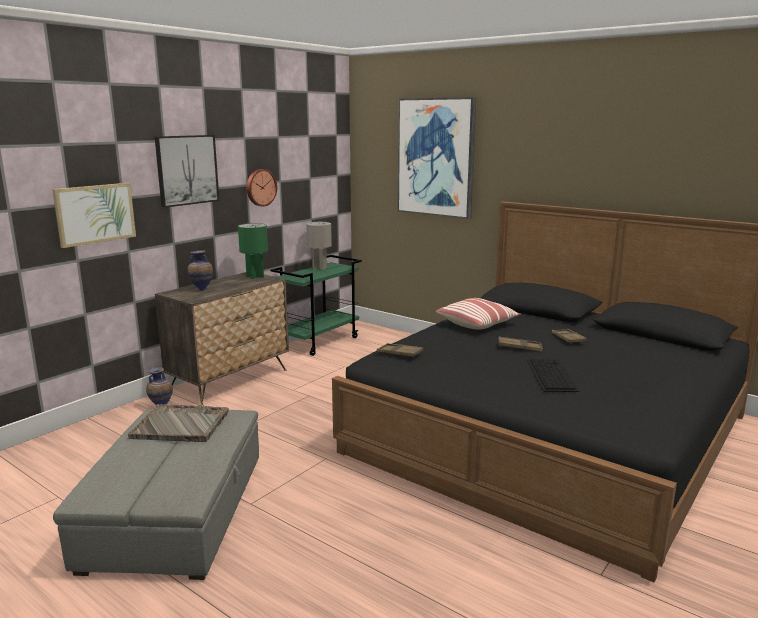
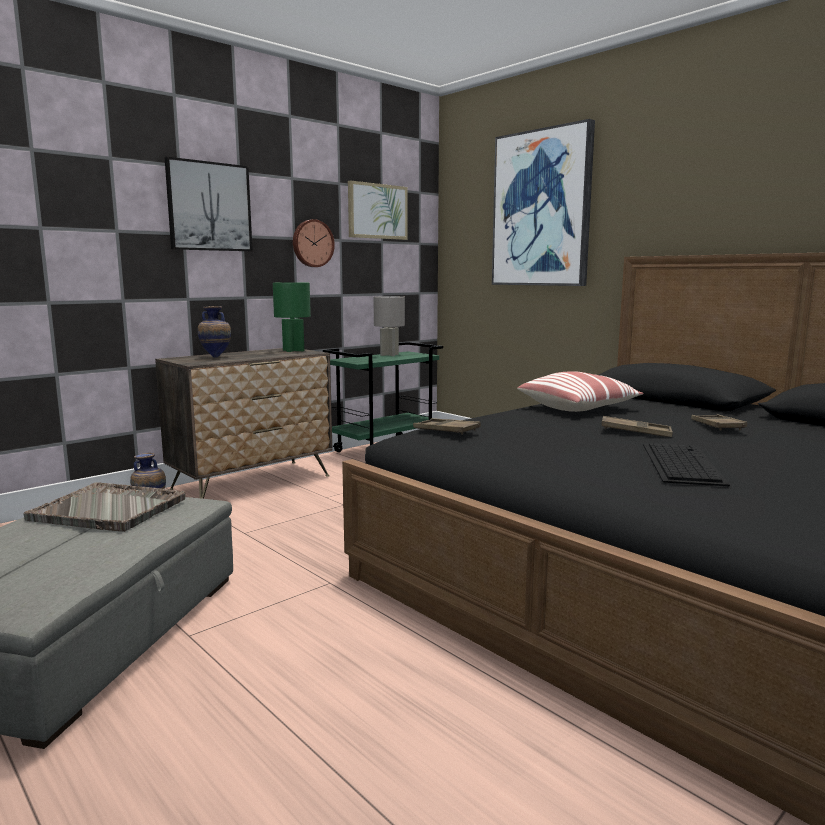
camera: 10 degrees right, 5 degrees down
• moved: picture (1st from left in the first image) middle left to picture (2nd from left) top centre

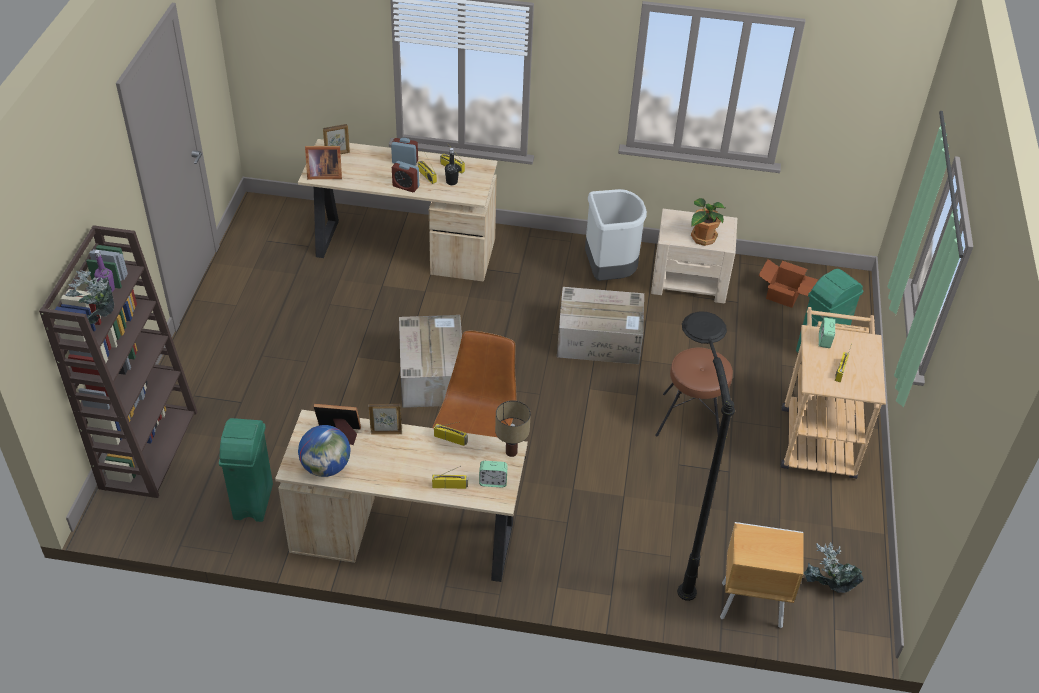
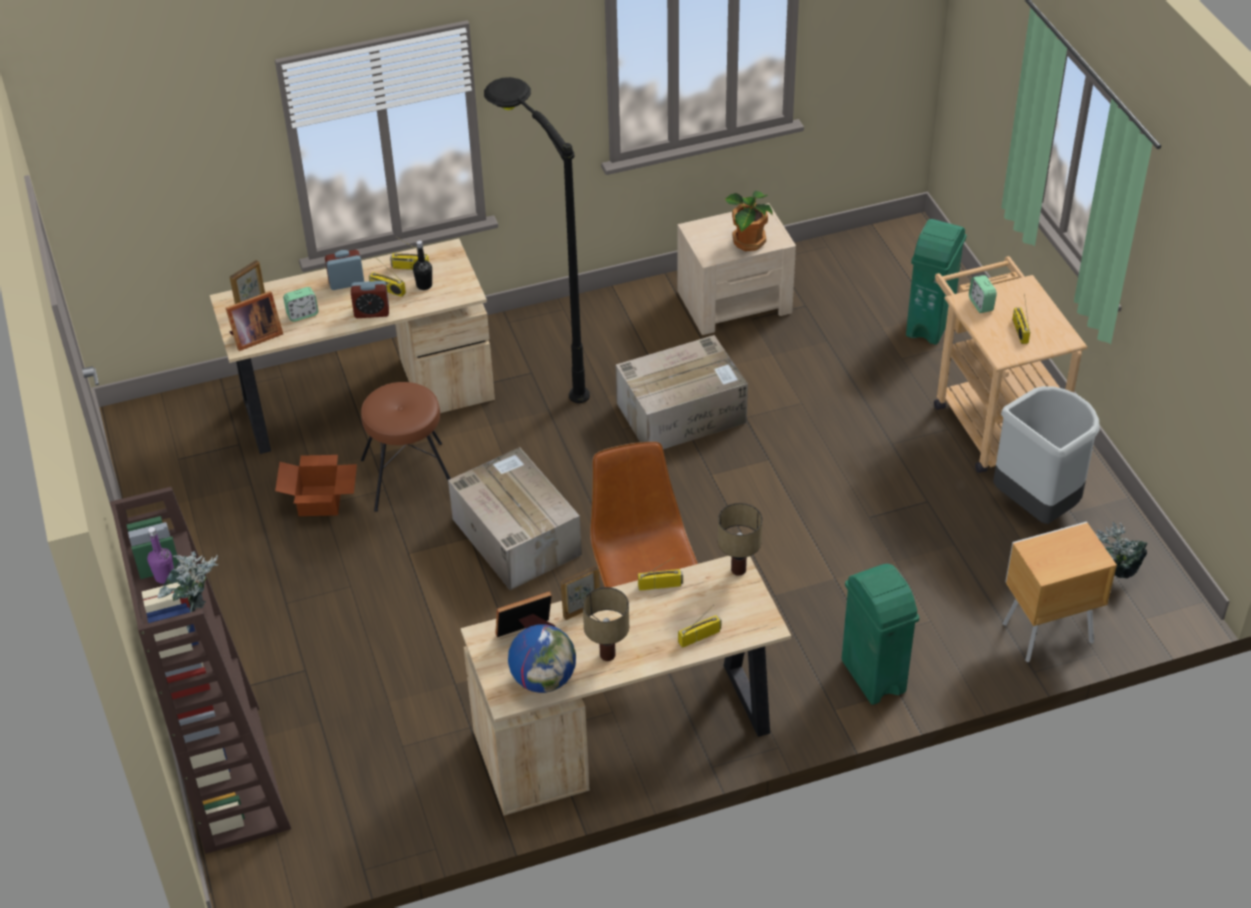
camera: 25 degrees left, 0 degrees up
• moved: cardboard_box (3rd from left in the first image) middle right to cardboard_box (1st from left) middle left
• moved: table_clock (3rd from left in the first image) bottom centre to table_clock (1st from left) middle left
• moved: brown-coloured_sitting_stool middle right to middle left
• moved: blackish_standing_lamp middle right to top centre
• added: lamp_for_a_table (1st from left) bottom centre
• moved: green-coloured_rubbish_bin (1st from left) bottom left to bottom right
• moved: greyish_rubbish_bin centre to middle right

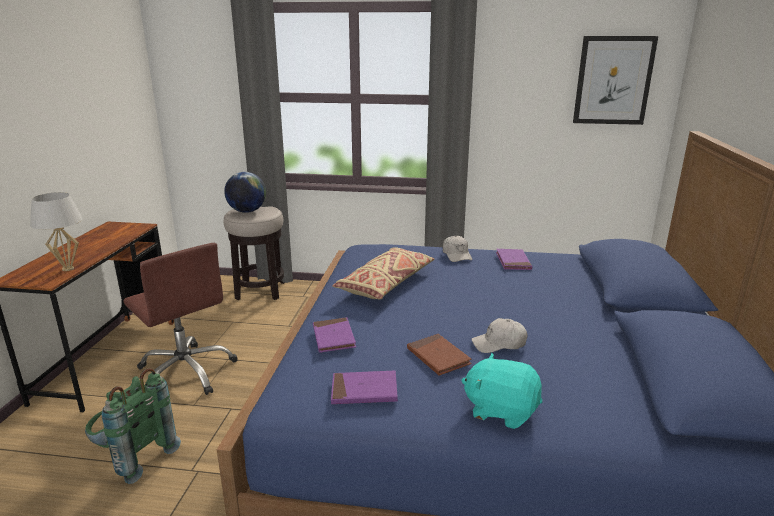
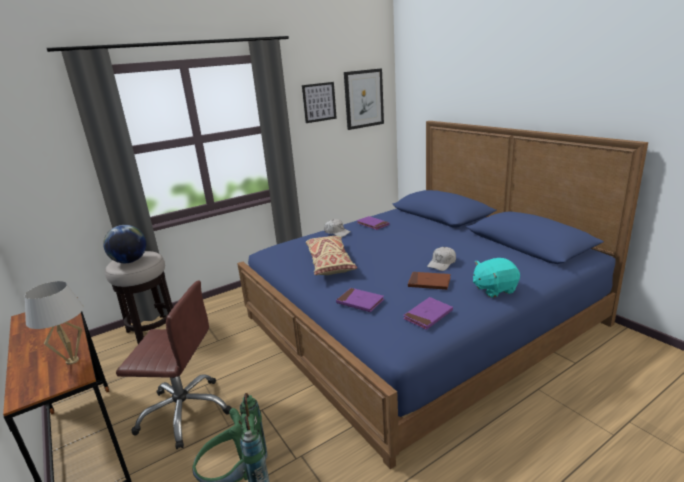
camera: 40 degrees left, 0 degrees up
• added: picture (1st from left) top centre

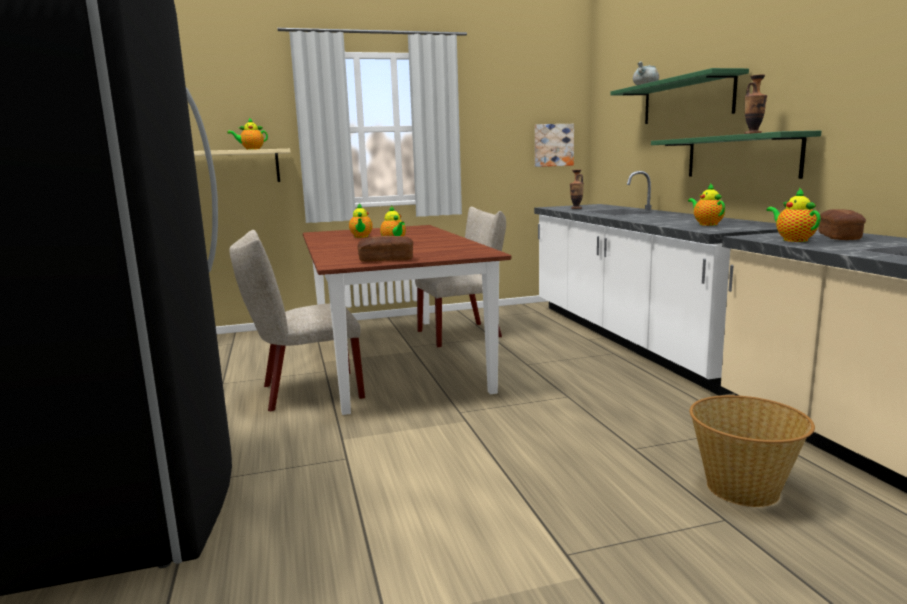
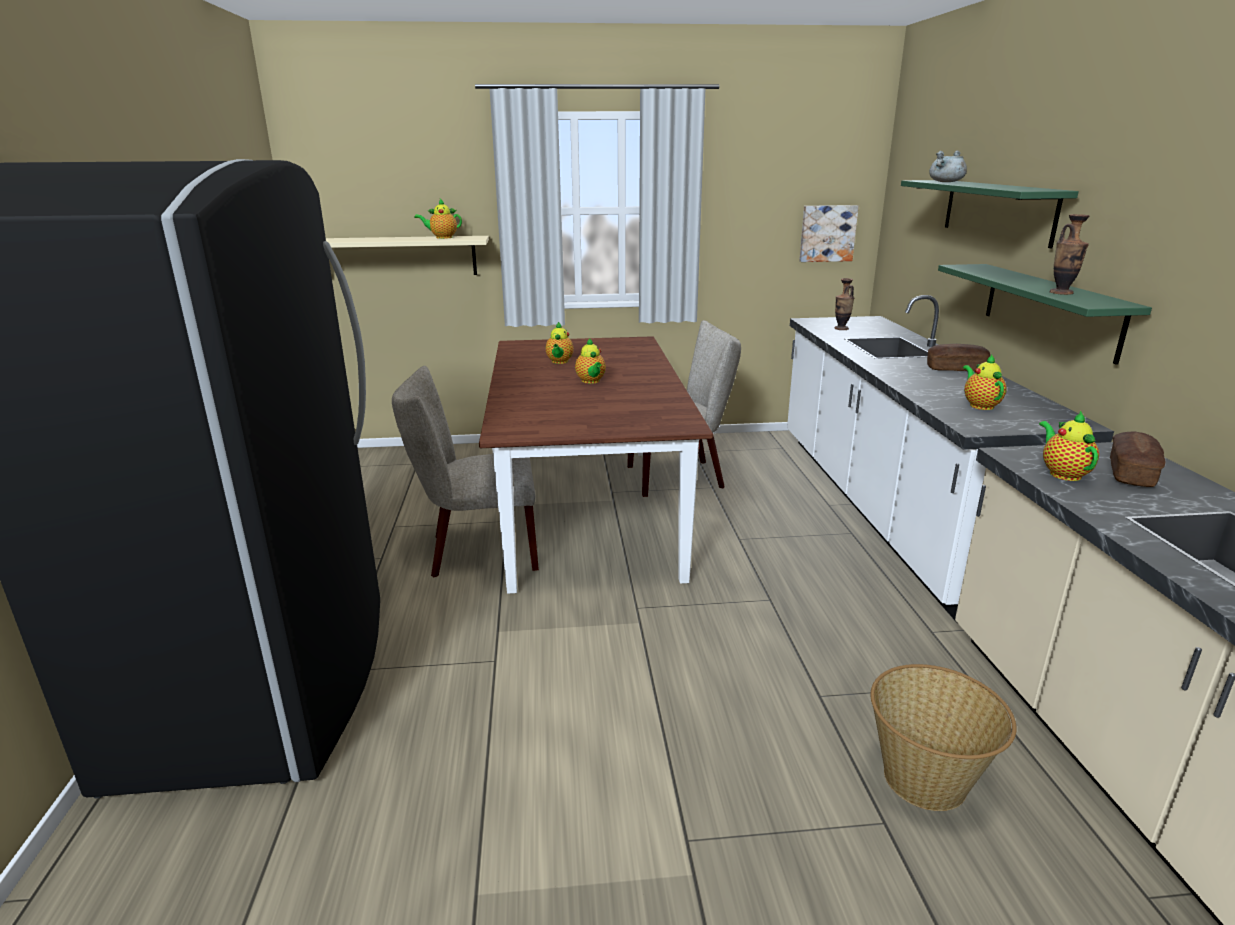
camera: 10 degrees right, 10 degrees up
• moved: baked_bread (1st from left) centre to middle right

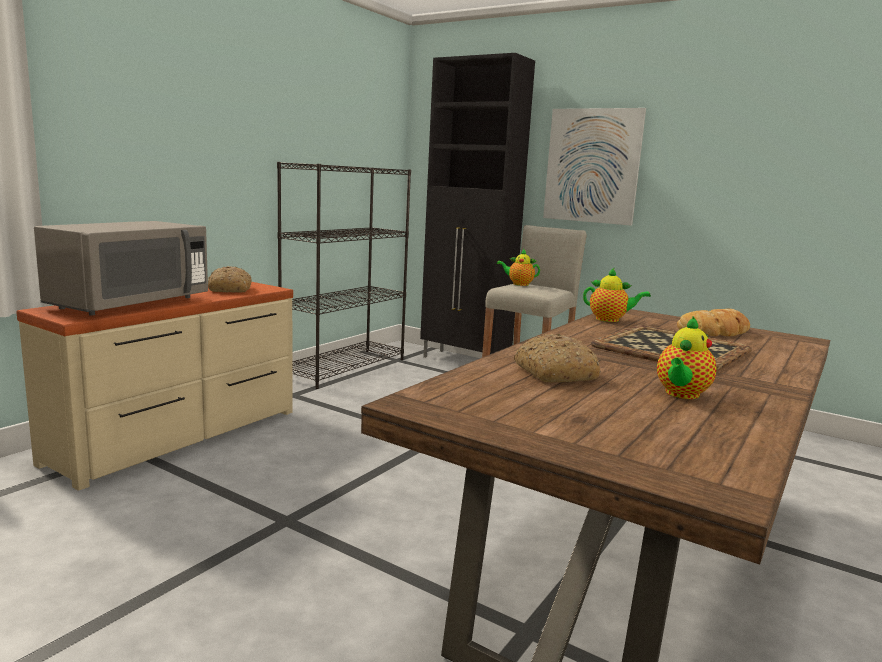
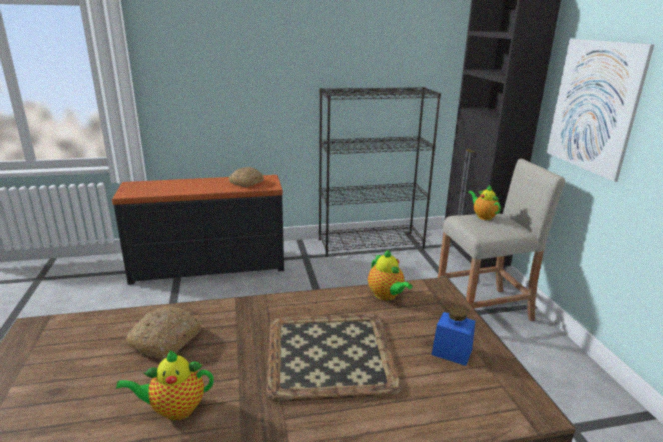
camera: 45 degrees right, 10 degrees up
• recoloured: beige_dresser middle left to blackish_dresser middle left
• replaced: baked_bread (3rd from left) middle right to blue_storage_jar bottom right
• removed: greyish_microwave_oven middle left

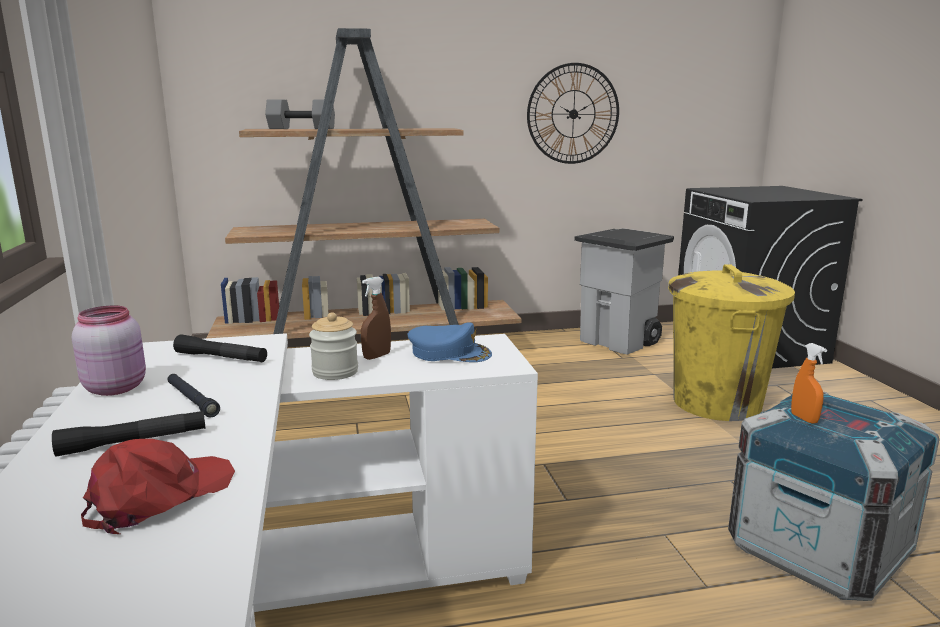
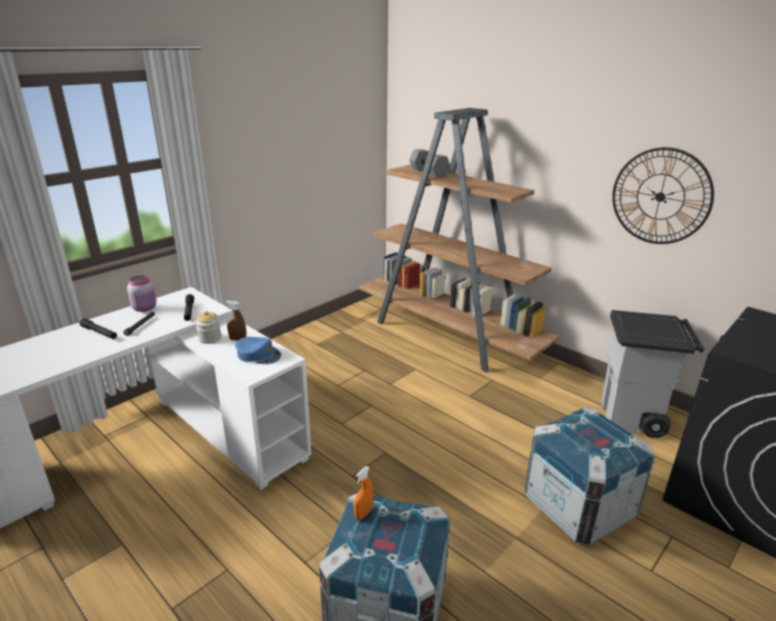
camera: 55 degrees right, 10 degrees up
• turned: blue_peaked_cap centre = middle left 45 degrees counterclockwise
• replaced: yellow-coloured_rubbish_bin middle right to shipping_crate (2nd from left) bottom right
• removed: red-coloured_peaked_cap bottom left

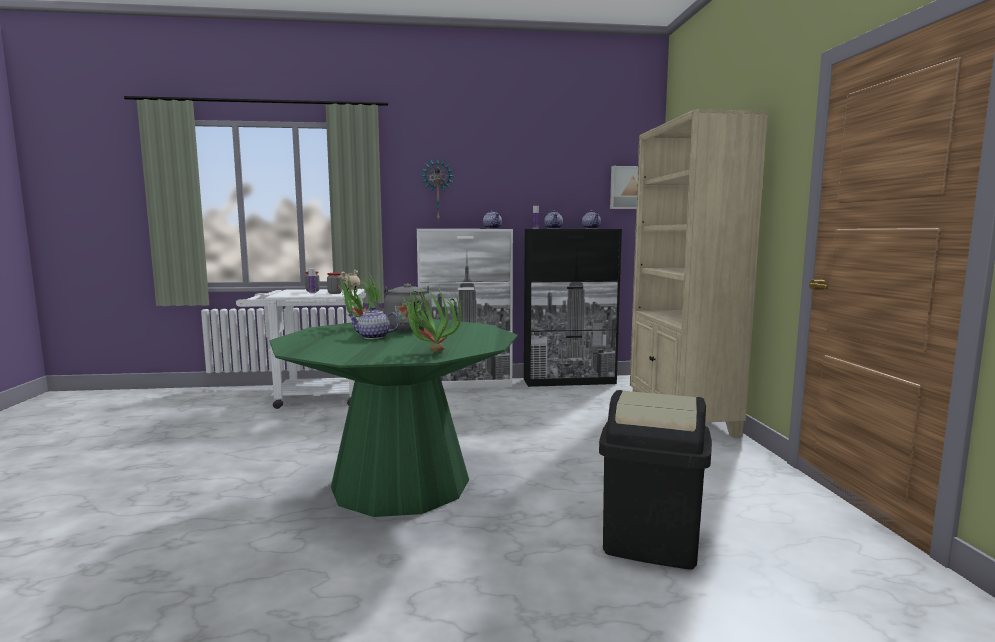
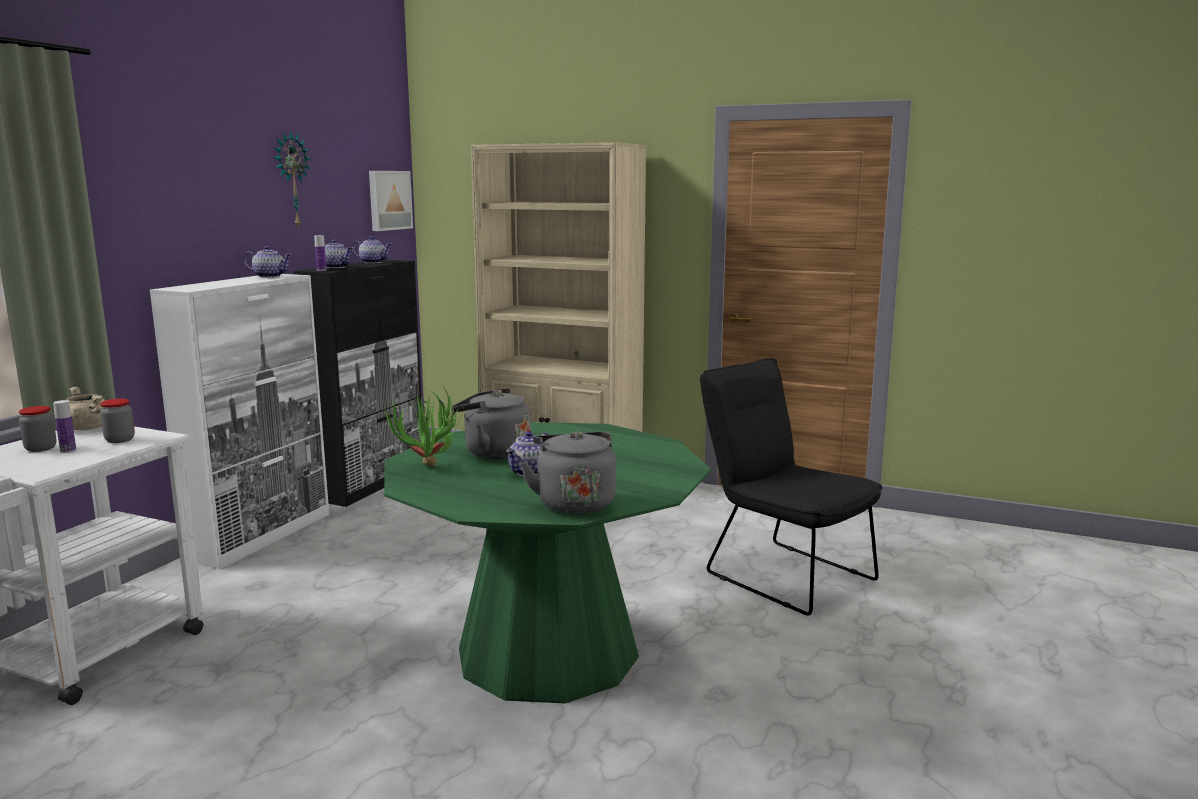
camera: 60 degrees left, 5 degrees up
• moved: hanging_clock top centre to top left
• added: greyish_water_kettle (2nd from left) centre
• replaced: blackish_rubbish_bin bottom centre to blackish_plain_chair centre
• removed: plant_in_a_pot (2nd from left) centre

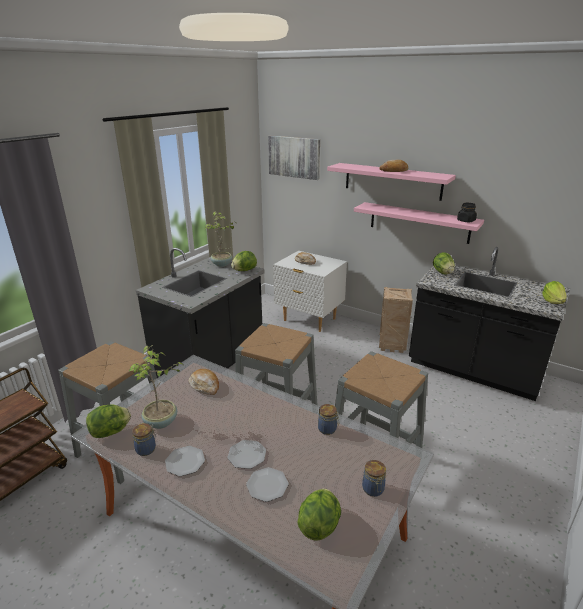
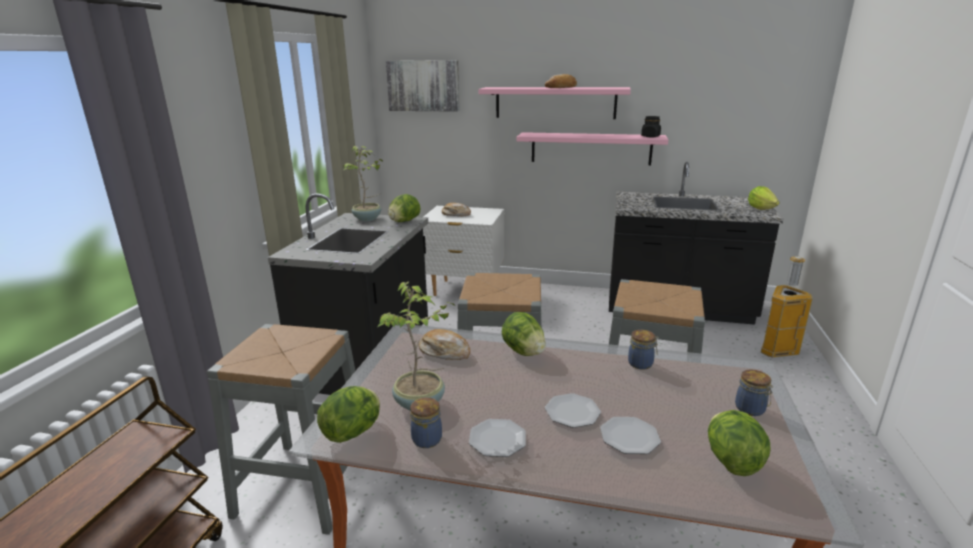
camera: 20 degrees left, 5 degrees down
• moved: lettuce_head (4th from left in the first image) middle right to lettuce_head (3rd from left) centre
• added: rubbish_bin middle right
• removed: shipping_crate middle right

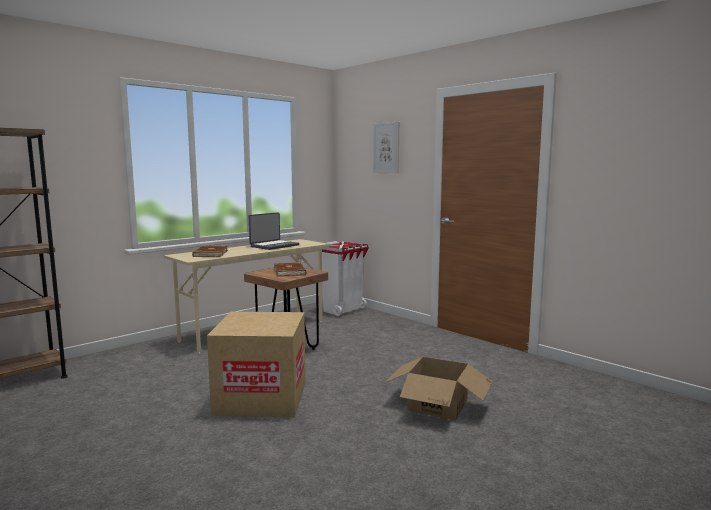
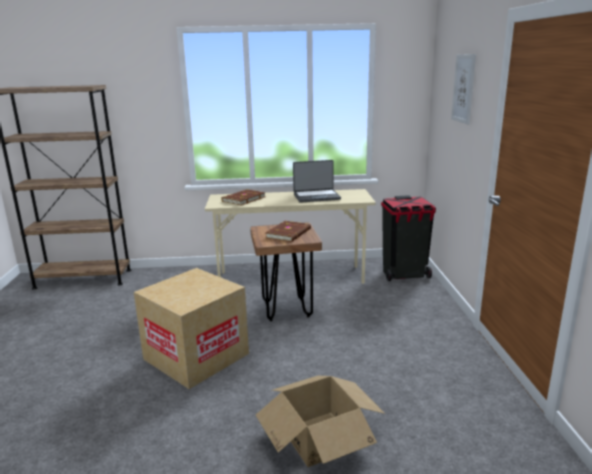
camera: 40 degrees right, 10 degrees up
• recoloured: whitish_rubbish_bin centre to blackish_rubbish_bin middle right

